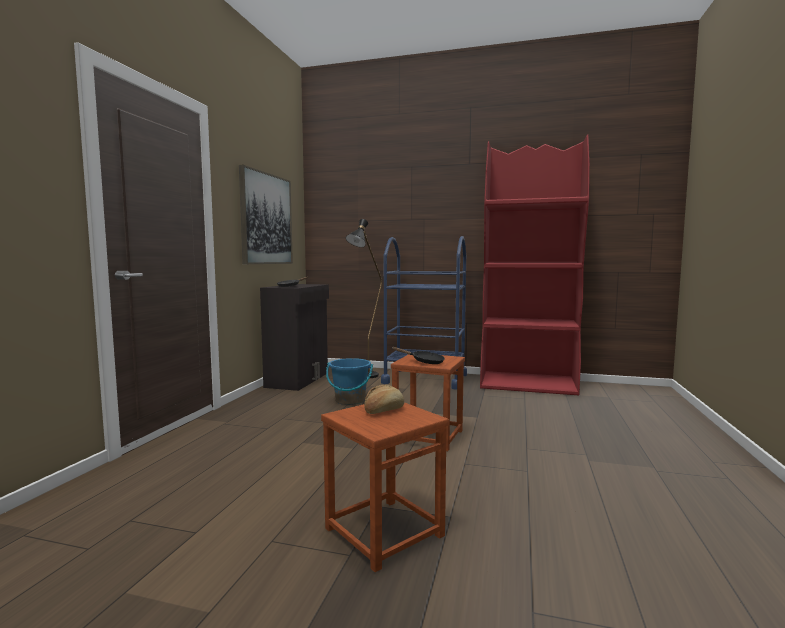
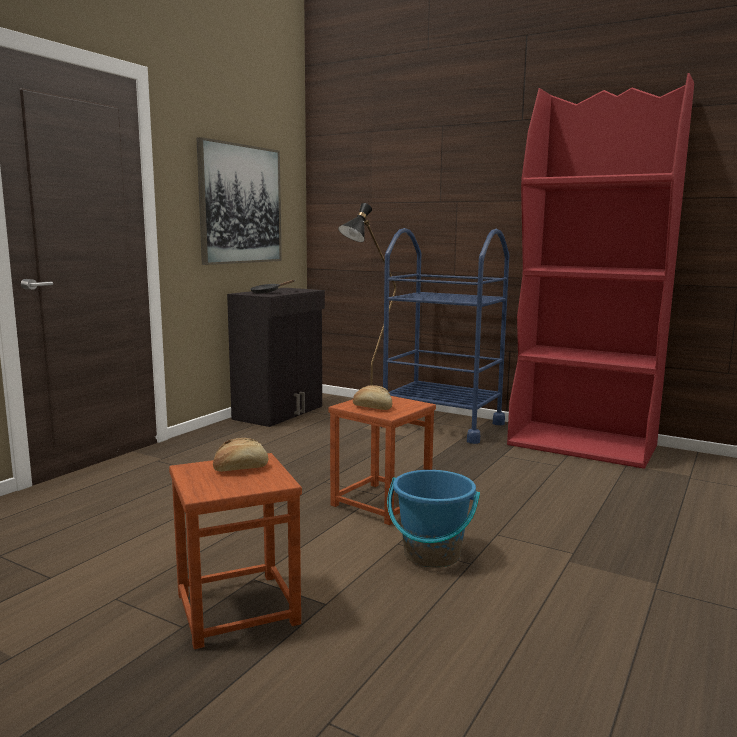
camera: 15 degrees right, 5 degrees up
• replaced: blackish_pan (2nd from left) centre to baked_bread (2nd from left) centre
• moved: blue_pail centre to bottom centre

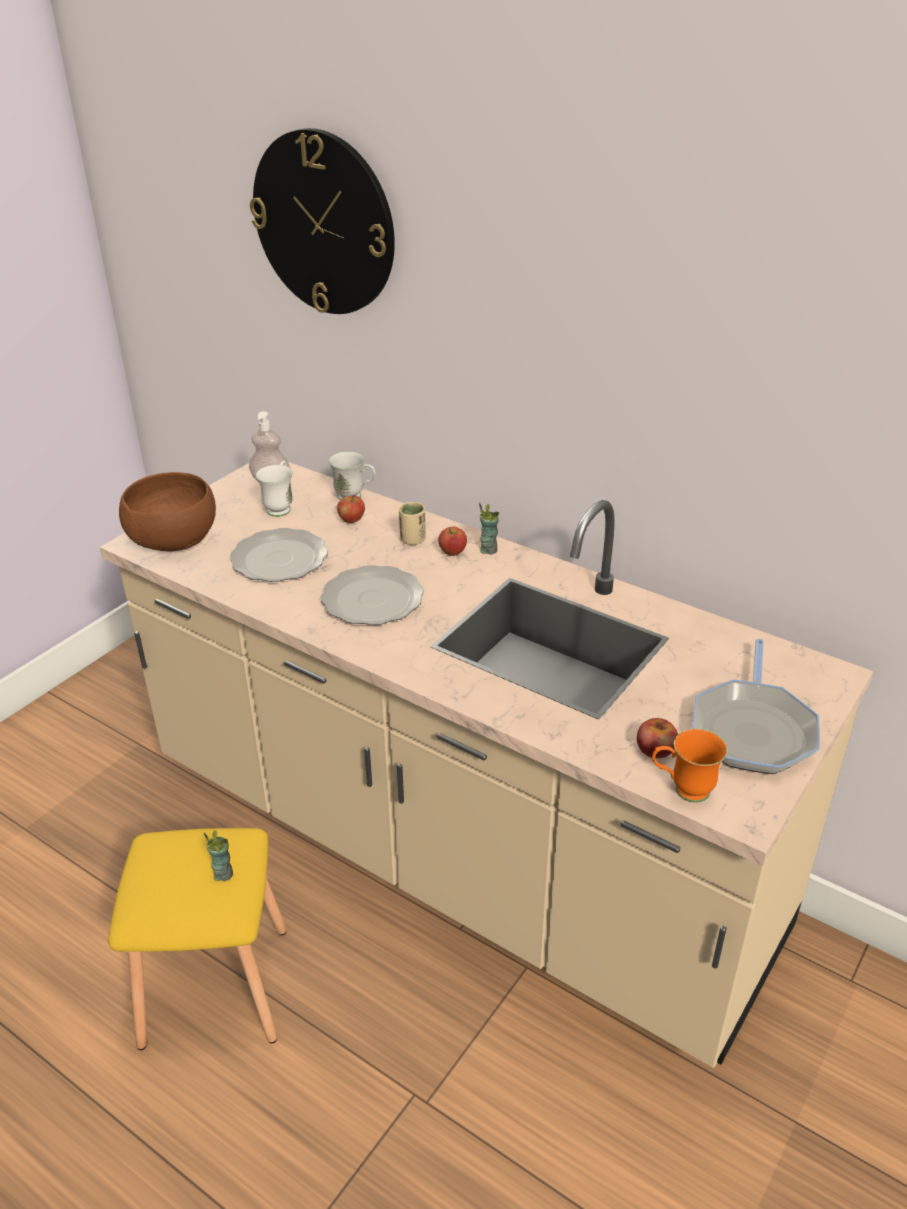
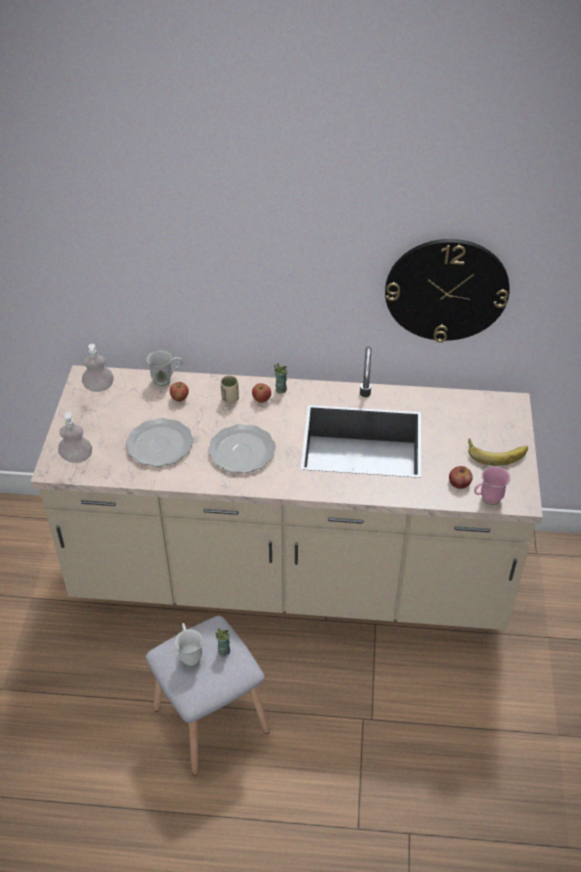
camera: 30 degrees left, 10 degrees up
• replaced: brown-coloured_serving_bowl middle left to soap_dispenser (1st from left) middle left
• recoloured: yellow-coloured_sitting_stool bottom left to greyish_sitting_stool bottom centre
• moved: whitish_tea_mug (1st from left in the first image) middle left to whitish_tea_mug (2nd from left) bottom left
• moved: hanging_clock top centre to top right
• replaced: pan middle right to whole_banana middle right
• recoloured: orange_tea_mug middle right to pinkish_tea_mug middle right

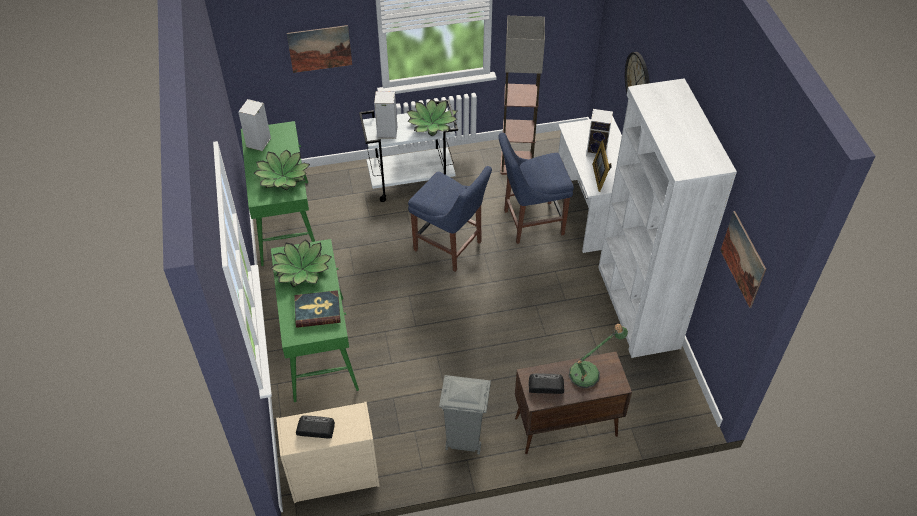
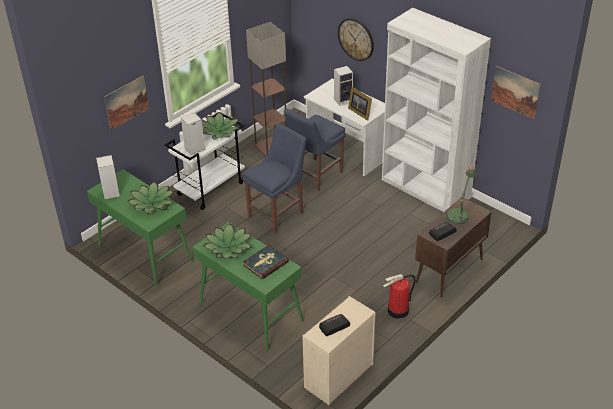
camera: 35 degrees left, 10 degrees down
• turned: blue_plain_chair (1st from left) centre = centre 45 degrees counterclockwise
• replaced: greyish_rubbish_bin bottom centre to extinguisher bottom centre

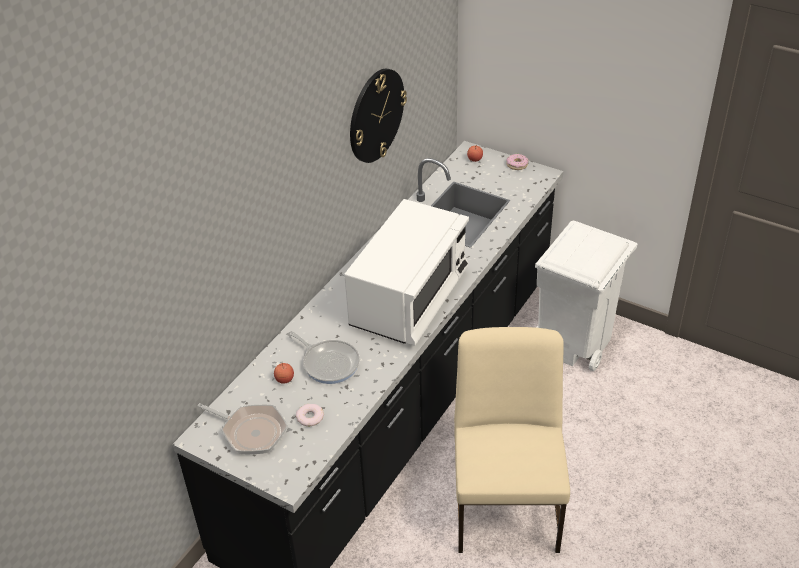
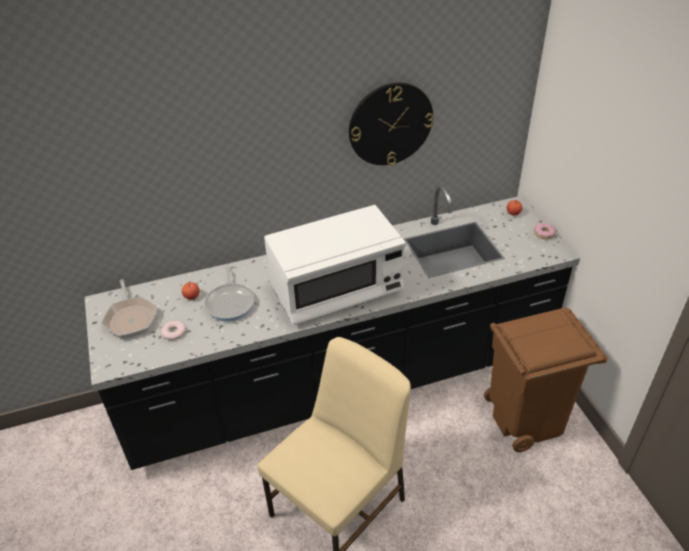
camera: 40 degrees right, 0 degrees up
• recoloured: whitish_rubbish_bin middle right to brown-coloured_rubbish_bin bottom right

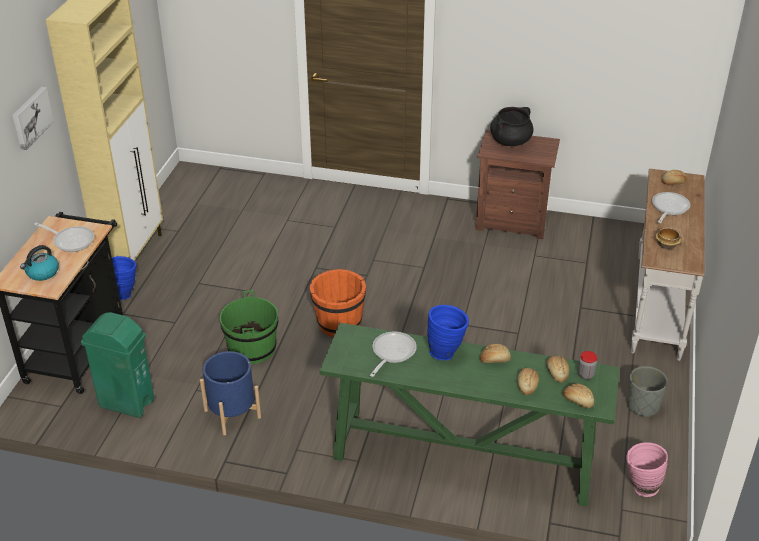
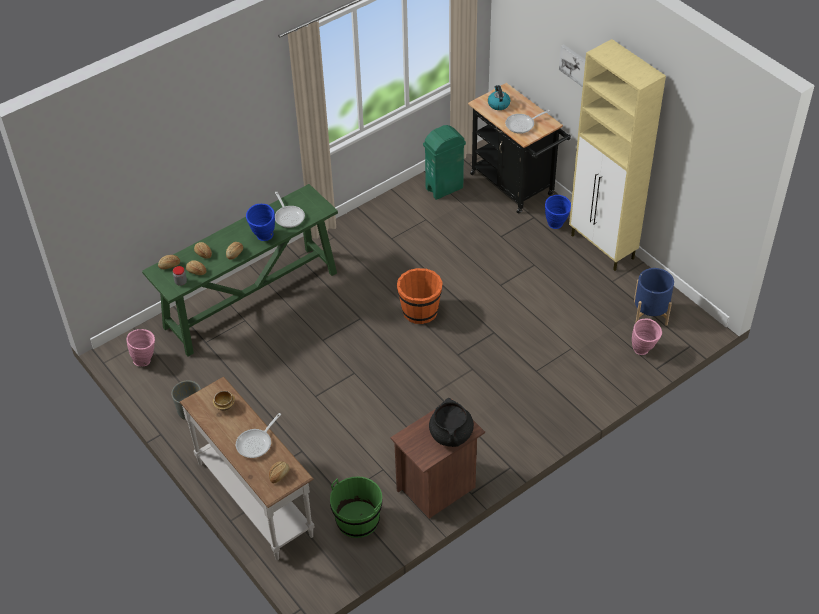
camera: 130 degrees right, 10 degrees up
• turned: pan (3rd from left in the first image) middle right = bottom left 60 degrees clockwise
• moved: green-coloured_pail middle left to bottom centre
• added: pinkish_decorative_vase (2nd from left) middle right
• moved: blue_plant_pot bottom left to middle right

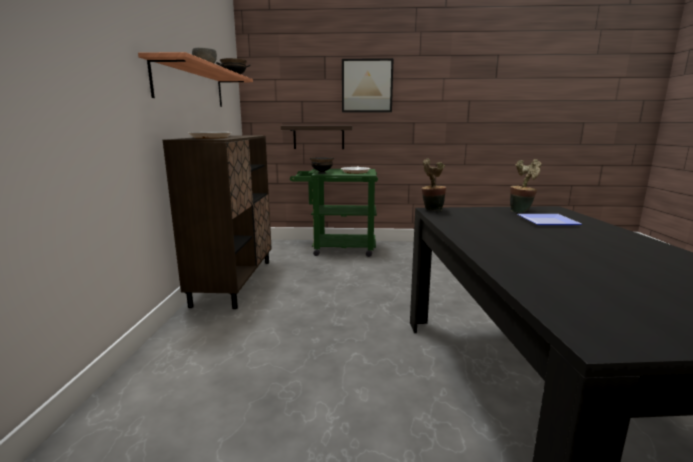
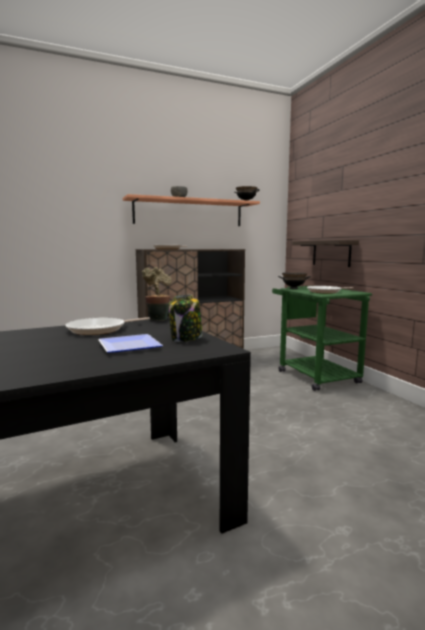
camera: 65 degrees right, 5 degrees down
• added: pan (1st from left) middle left
• replaced: plant_in_a_pot (2nd from left) middle right to storage_jar centre
• removed: picture top centre

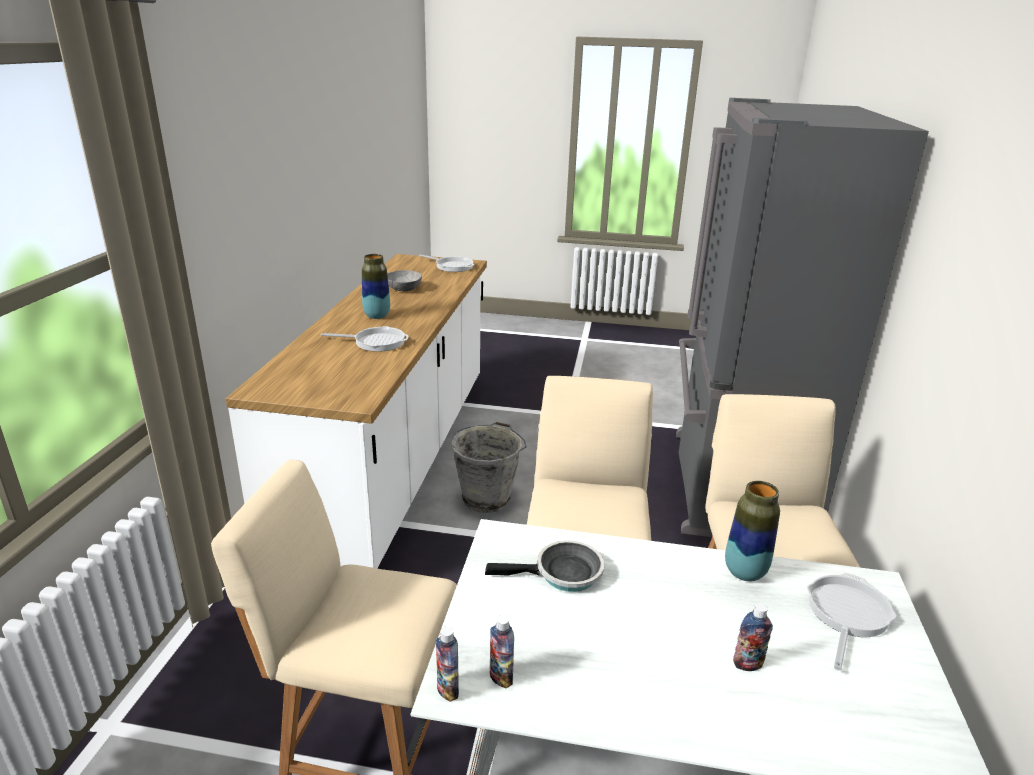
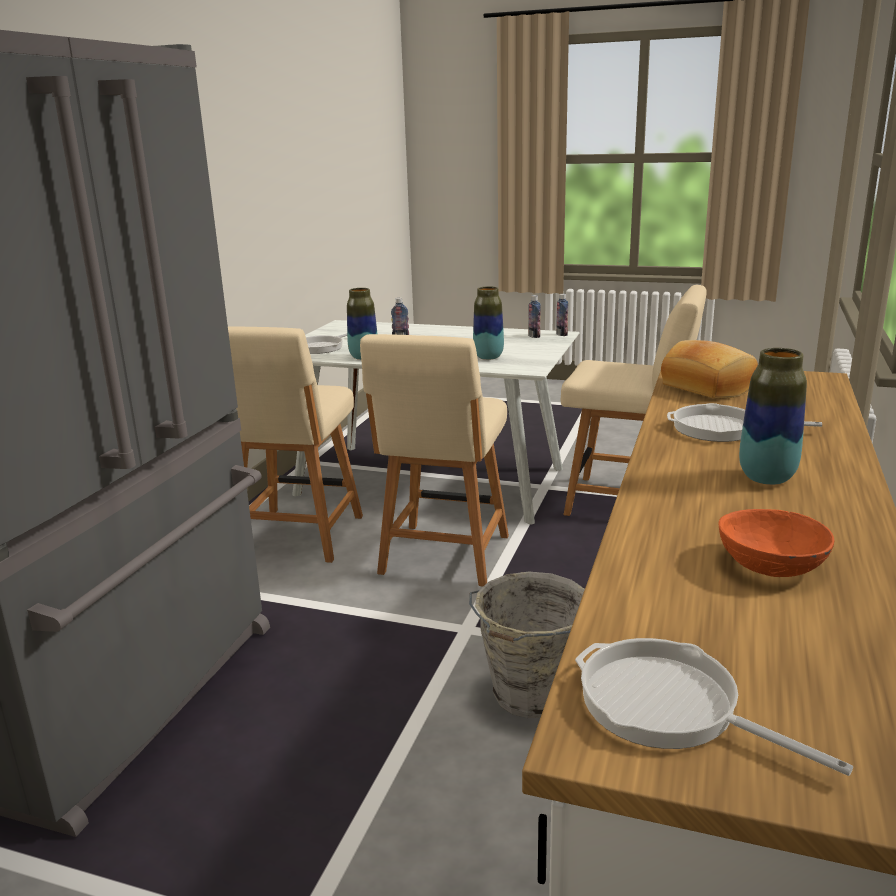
camera: 170 degrees left, 5 degrees down
• replaced: pan (3rd from left) bottom centre to decorative_vase (2nd from left) centre
• added: baked_bread middle right
• recoloured: greyish_serving_bowl centre to orange_serving_bowl middle right

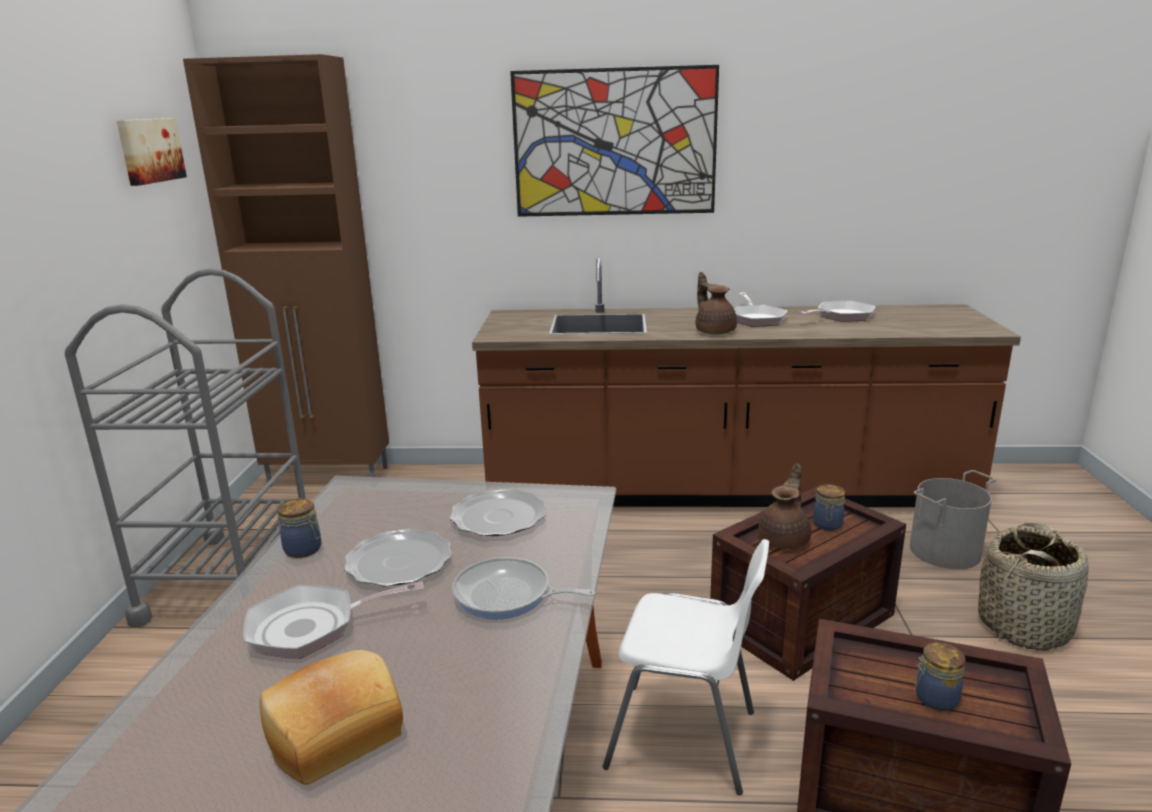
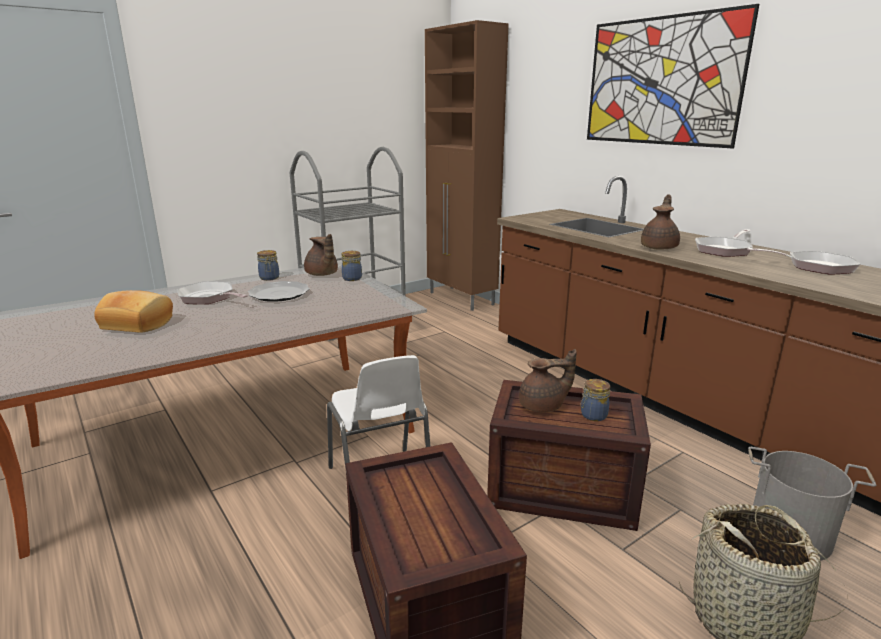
camera: 50 degrees right, 0 degrees up
• added: brown-coloured_teapot (1st from left) centre
• moved: storage_jar (3rd from left in the first image) bottom right to storage_jar (2nd from left) centre
• removed: picture (1st from left) top left
• removed: dinner_plate (2nd from left) centre
• removed: pan (2nd from left) bottom centre

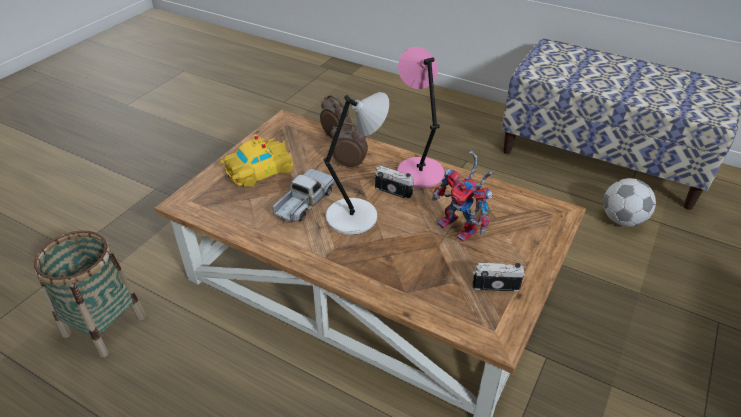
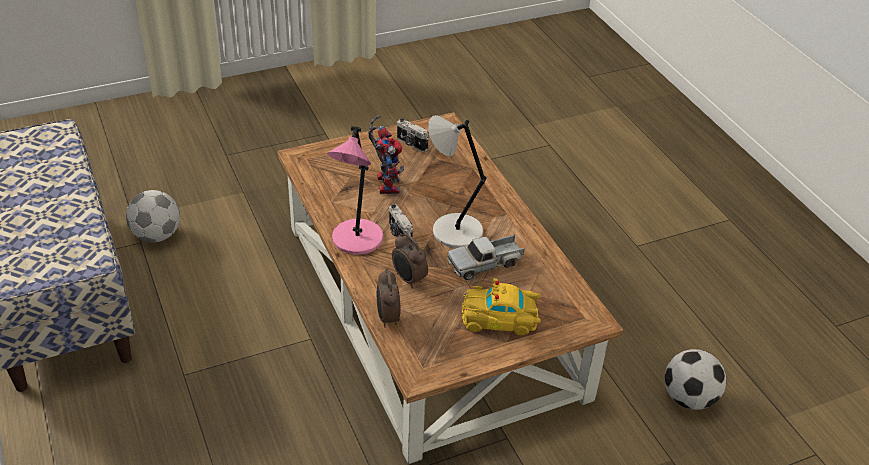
camera: 145 degrees left, 0 degrees up
• replaced: storage_basket bottom left to football (2nd from left) bottom right

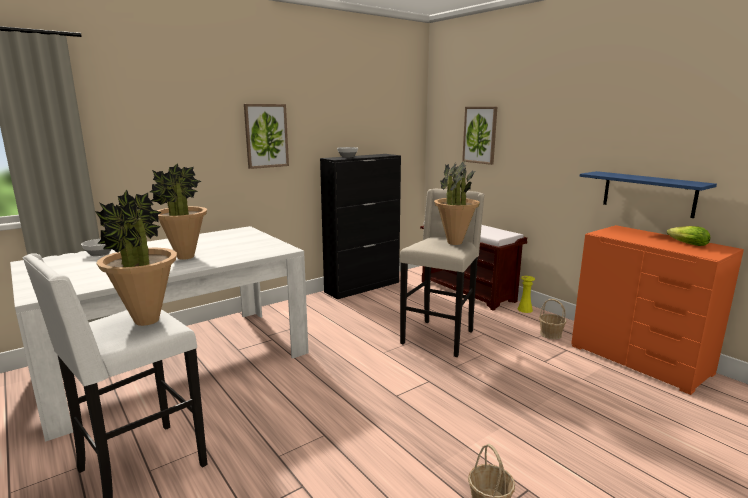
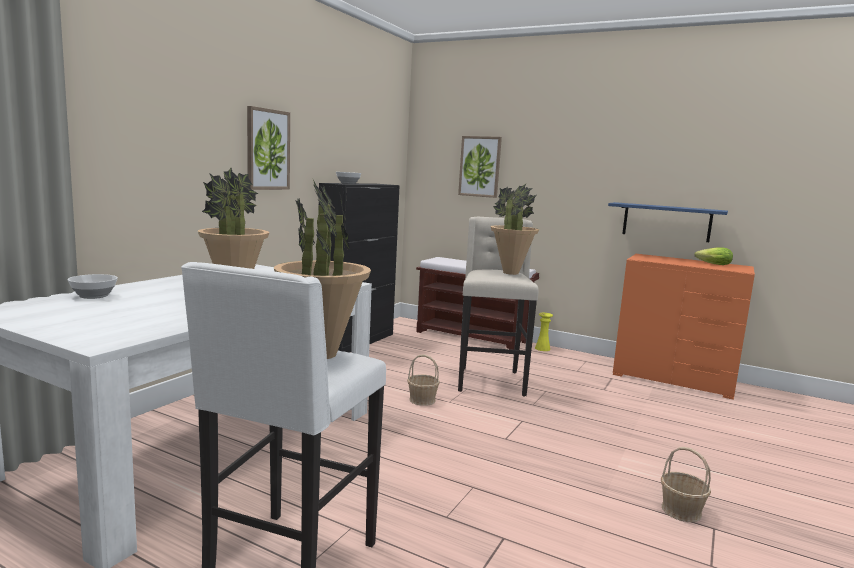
camera: 25 degrees left, 5 degrees down
• moved: storage_basket (2nd from left in the first image) middle right to storage_basket (1st from left) bottom centre

